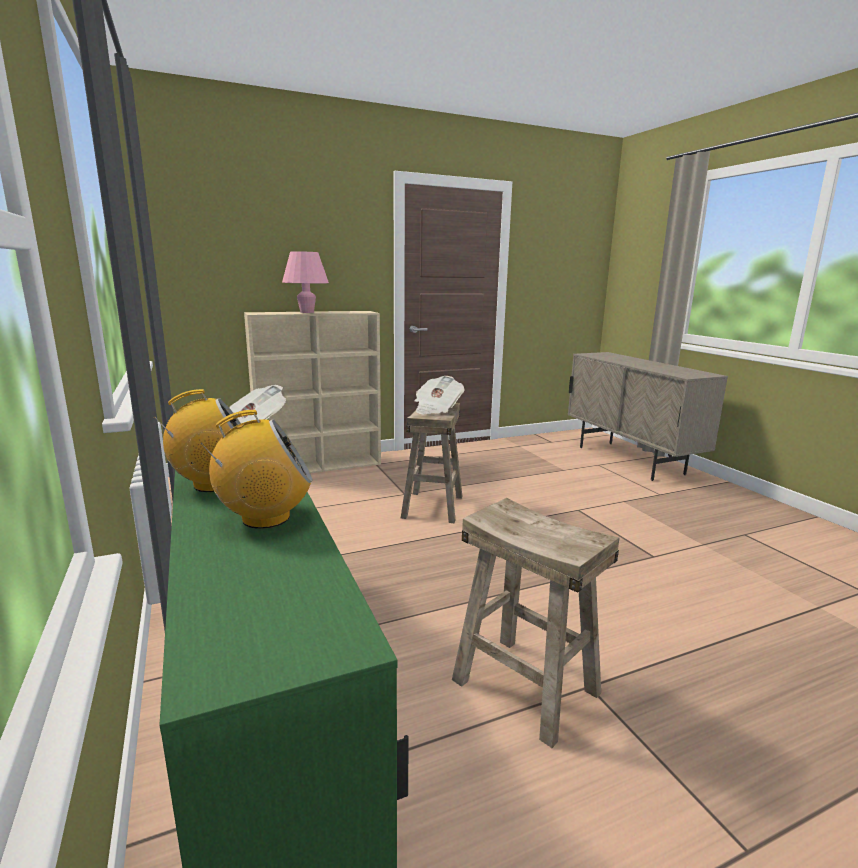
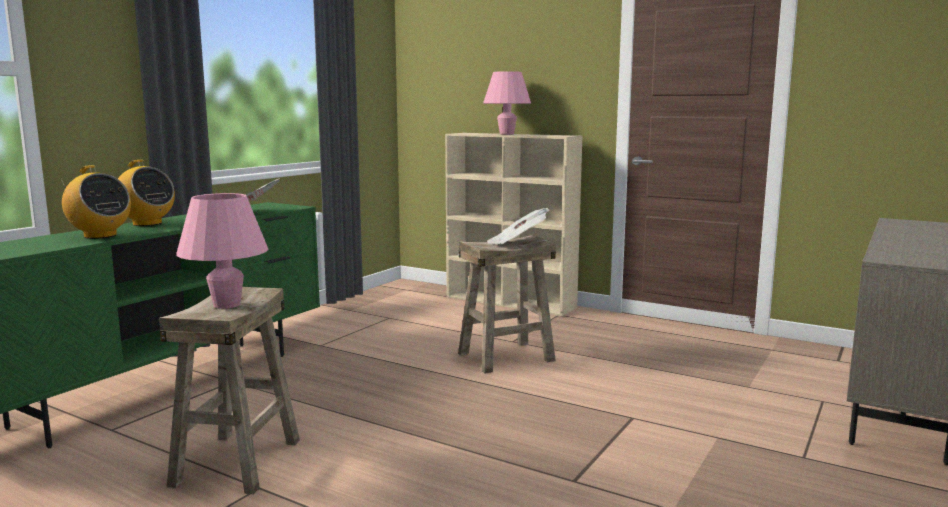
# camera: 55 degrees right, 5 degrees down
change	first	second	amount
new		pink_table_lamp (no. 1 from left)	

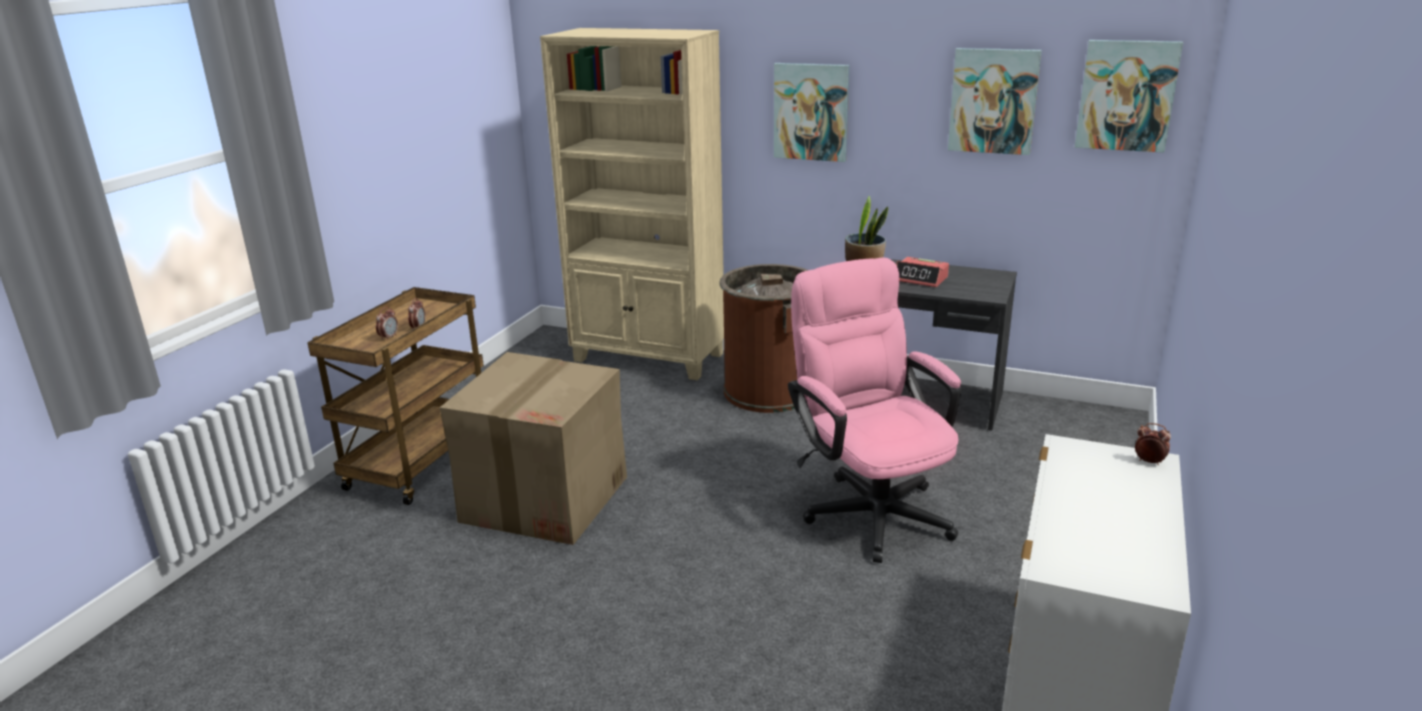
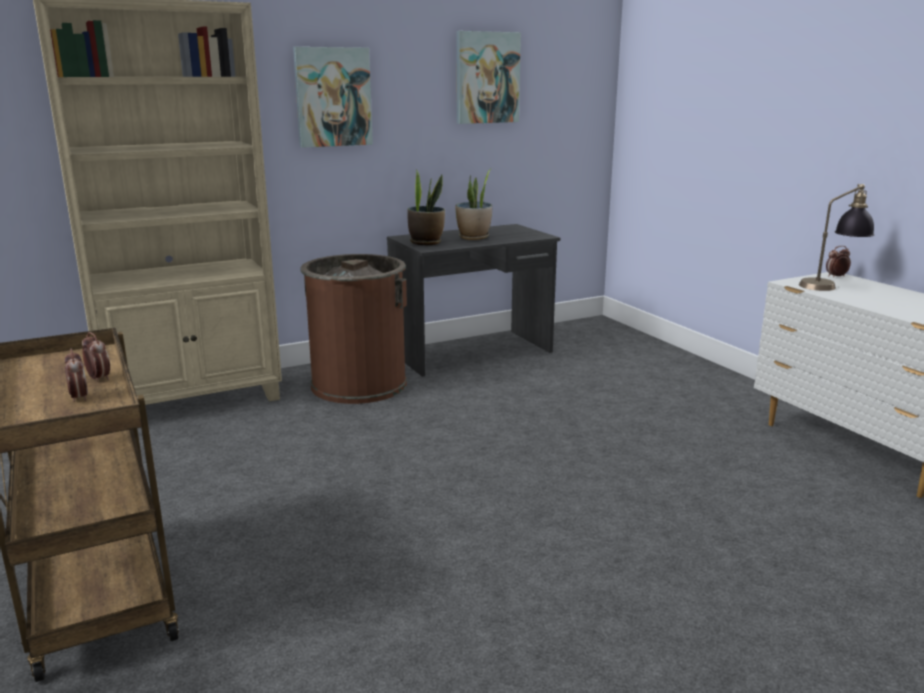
# camera: 50 degrees left, 5 degrees down
change	first	second	amount
gone	cardboard_box		
gone	pink_office_chair		
swapped	alarm_clock (no. 3 from left)	potted_plant (no. 2 from left)	
gone	picture (no. 3 from left)		
new		table_lamp	

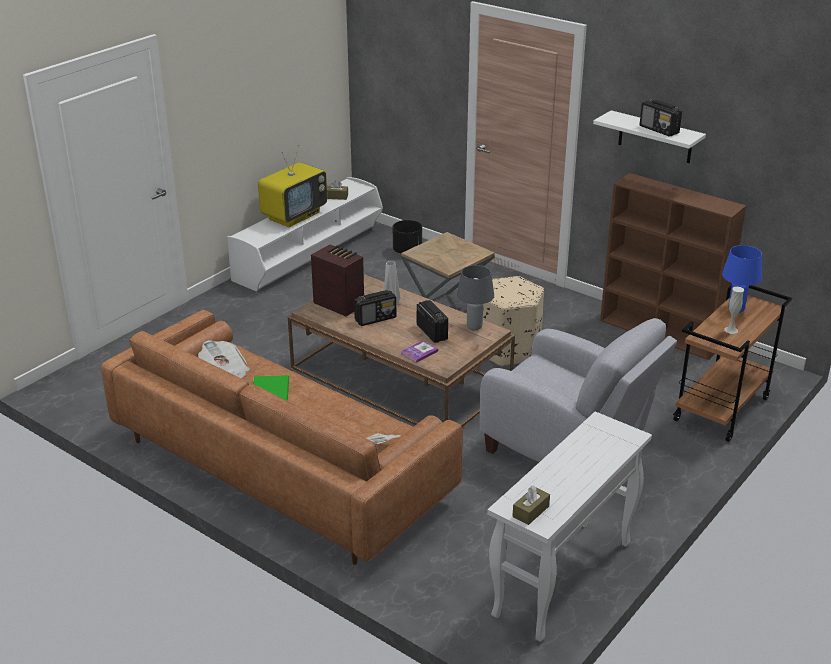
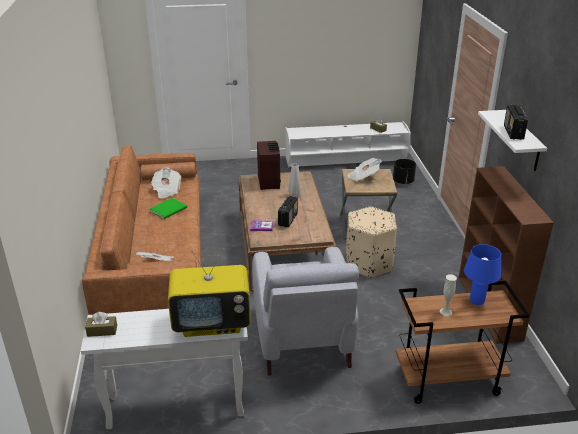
# camera: 45 degrees right, 0 degrees up
change	first	second	amount
shifted	television		
gone	radio (no. 2 from left)		
gone	grey_table_lamp		
new		newspaper (no. 3 from left)	

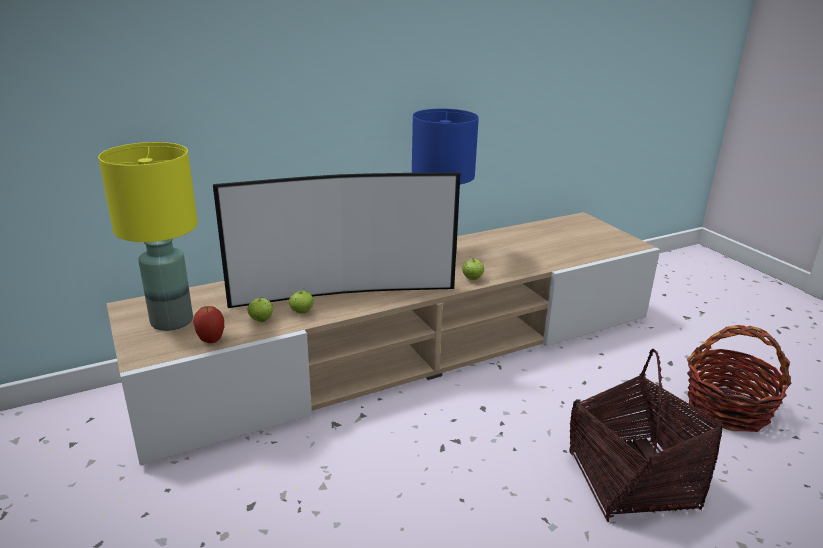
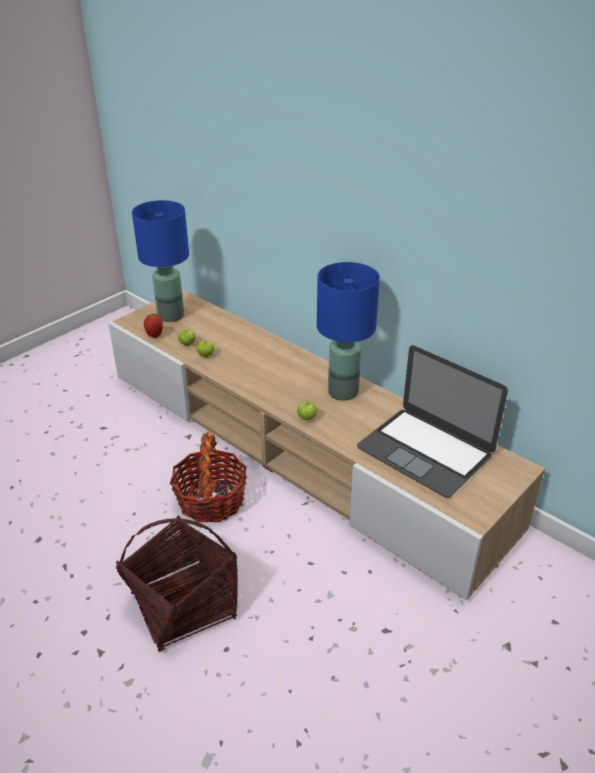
# camera: 70 degrees right, 10 degrees up
change	first	second	amount
repainted	yellow_table_lamp	blue_table_lamp (no. 1 from left)	
gone	television		
shifted	basket (no. 2 from left)		
new		laptop	

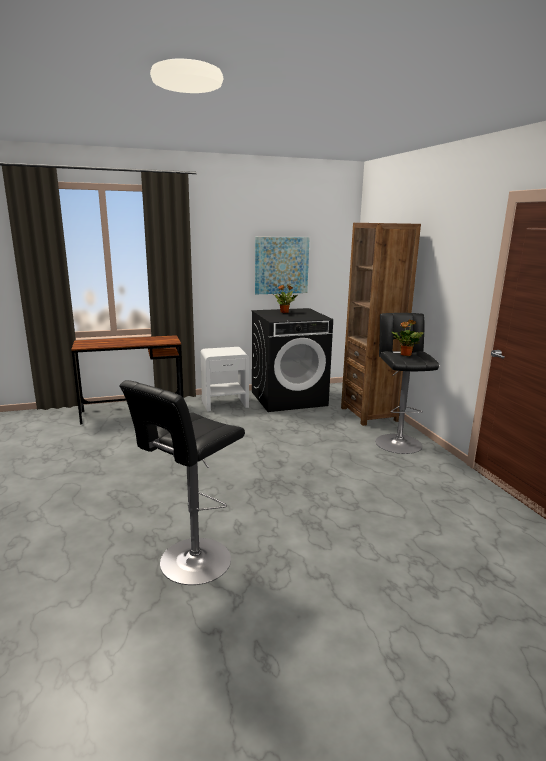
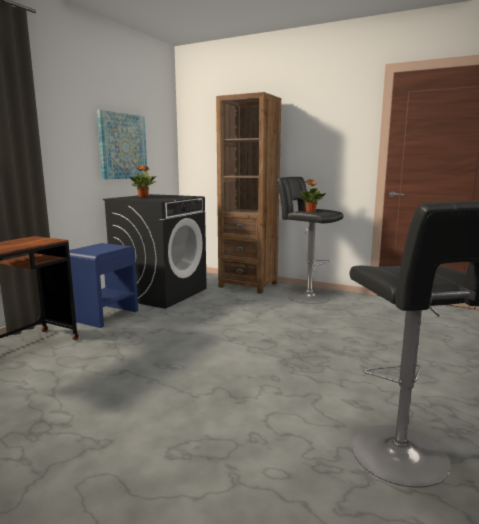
# camera: 45 degrees left, 5 degrees down
change	first	second	amount
repainted	white_nightstand	blue_nightstand	

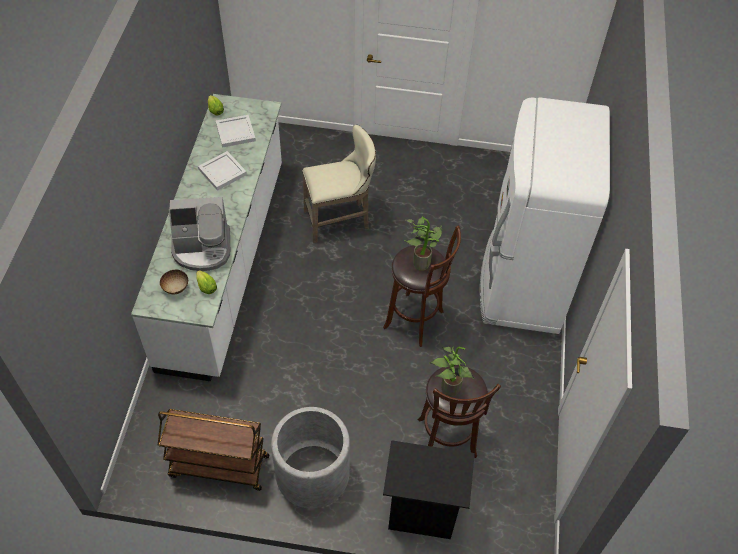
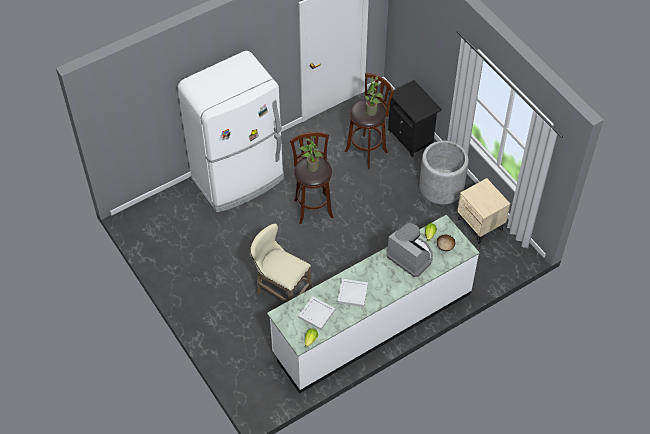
# camera: 130 degrees left, 0 degrees up
change	first	second	amount
swapped	brown_cart	beige_nightstand	

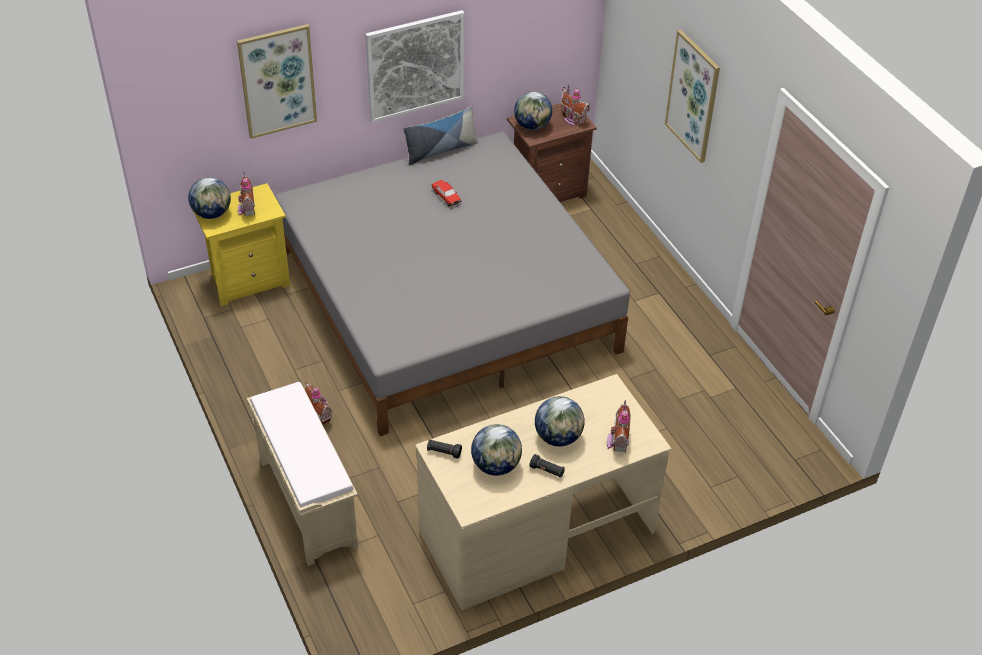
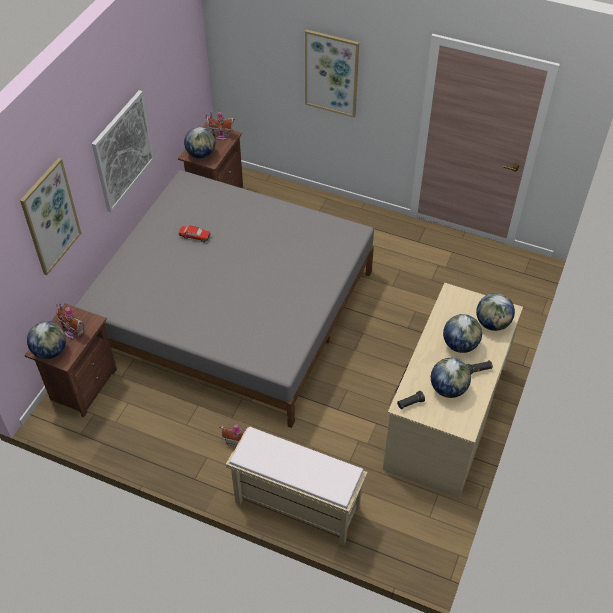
# camera: 40 degrees left, 5 degrees up
change	first	second	amount
repainted	yellow_nightstand	brown_nightstand (no. 1 from left)	
gone	pillow		
swapped	toy_house (no. 4 from left)	globe (no. 5 from left)	

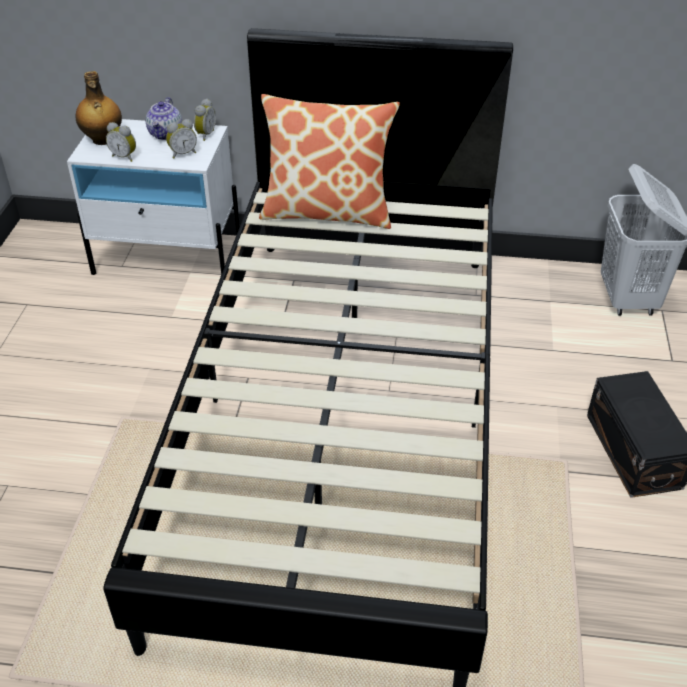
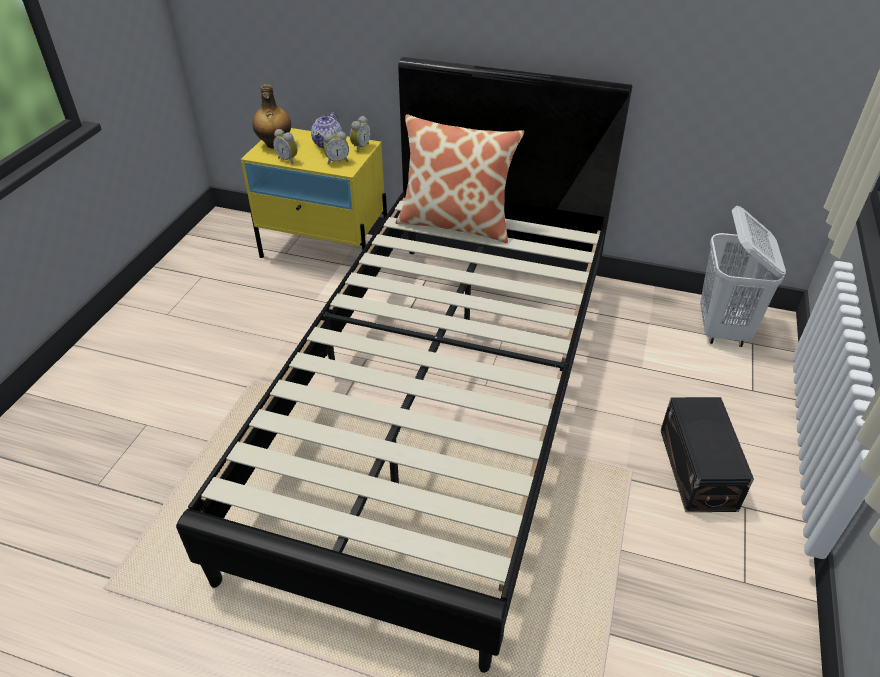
# camera: 10 degrees right, 0 degrees up
change	first	second	amount
repainted	white_nightstand	yellow_nightstand	

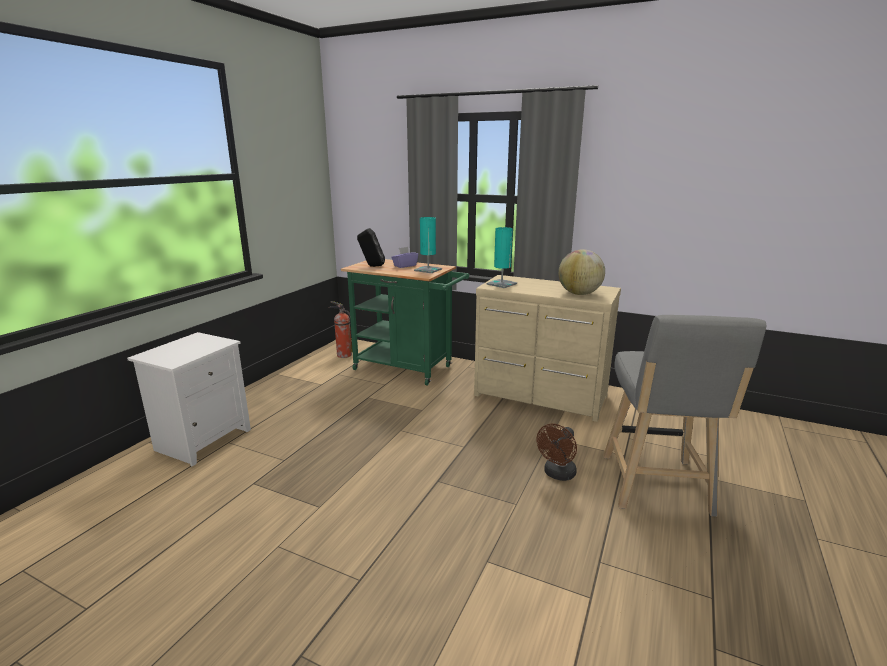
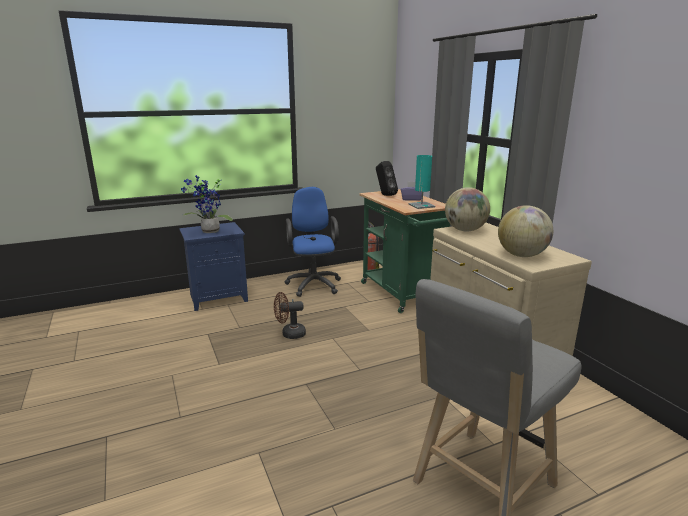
# camera: 40 degrees right, 0 degrees up
change	first	second	amount
repainted	white_nightstand	blue_nightstand	
swapped	turquoise_table_lamp (no. 2 from left)	globe (no. 1 from left)	
shifted	brown_fan		
new		potted_plant	
new		blue_office_chair	

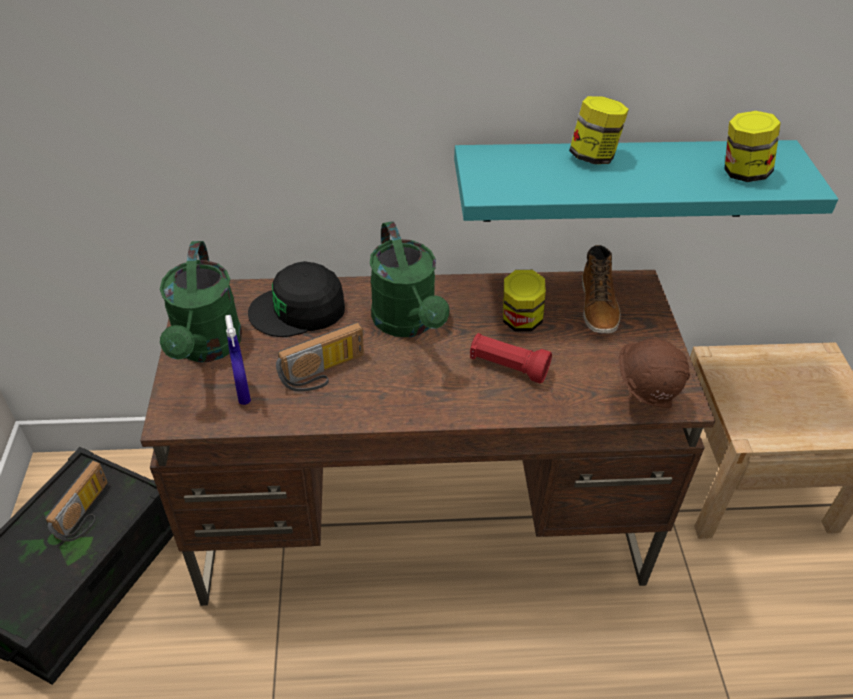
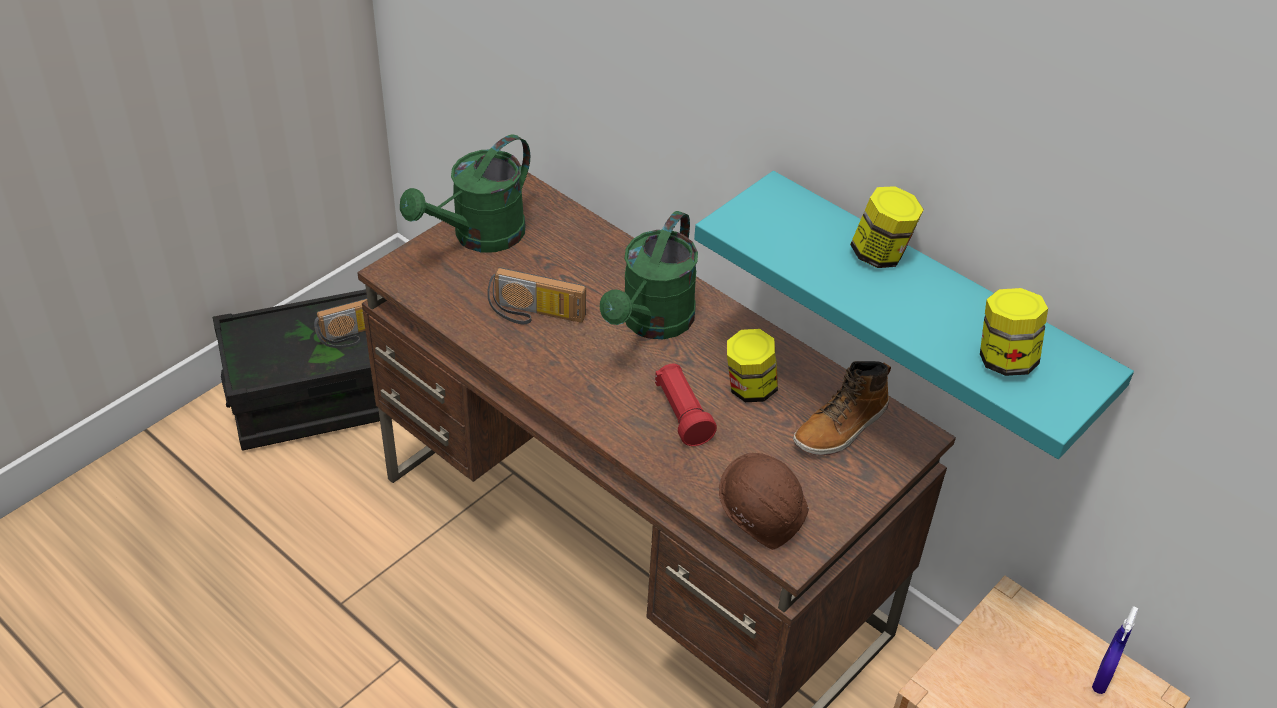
# camera: 45 degrees right, 0 degrees up
change	first	second	amount
shifted	blue_spray_bottle		
gone	black_cap		

